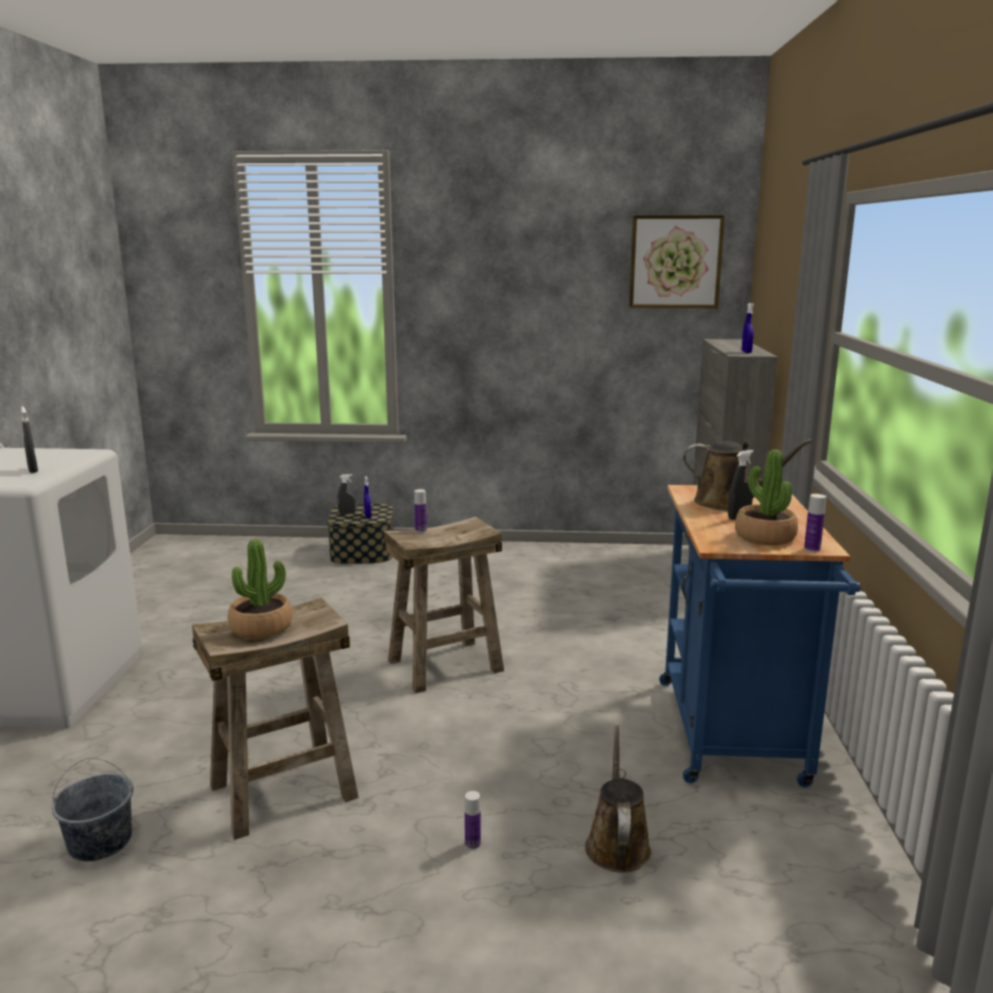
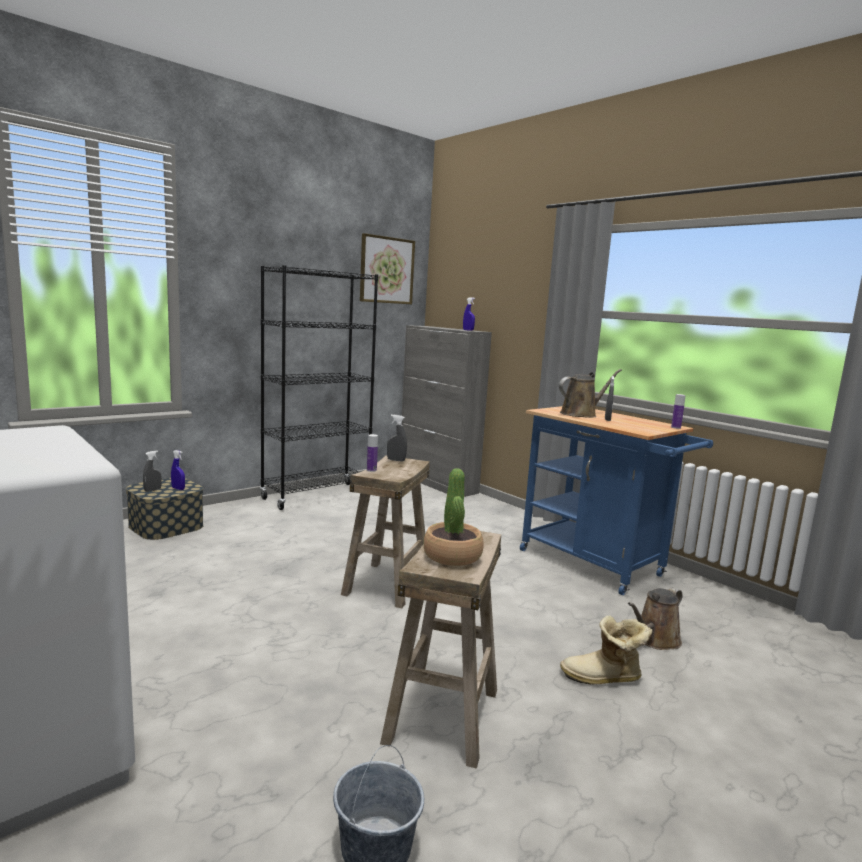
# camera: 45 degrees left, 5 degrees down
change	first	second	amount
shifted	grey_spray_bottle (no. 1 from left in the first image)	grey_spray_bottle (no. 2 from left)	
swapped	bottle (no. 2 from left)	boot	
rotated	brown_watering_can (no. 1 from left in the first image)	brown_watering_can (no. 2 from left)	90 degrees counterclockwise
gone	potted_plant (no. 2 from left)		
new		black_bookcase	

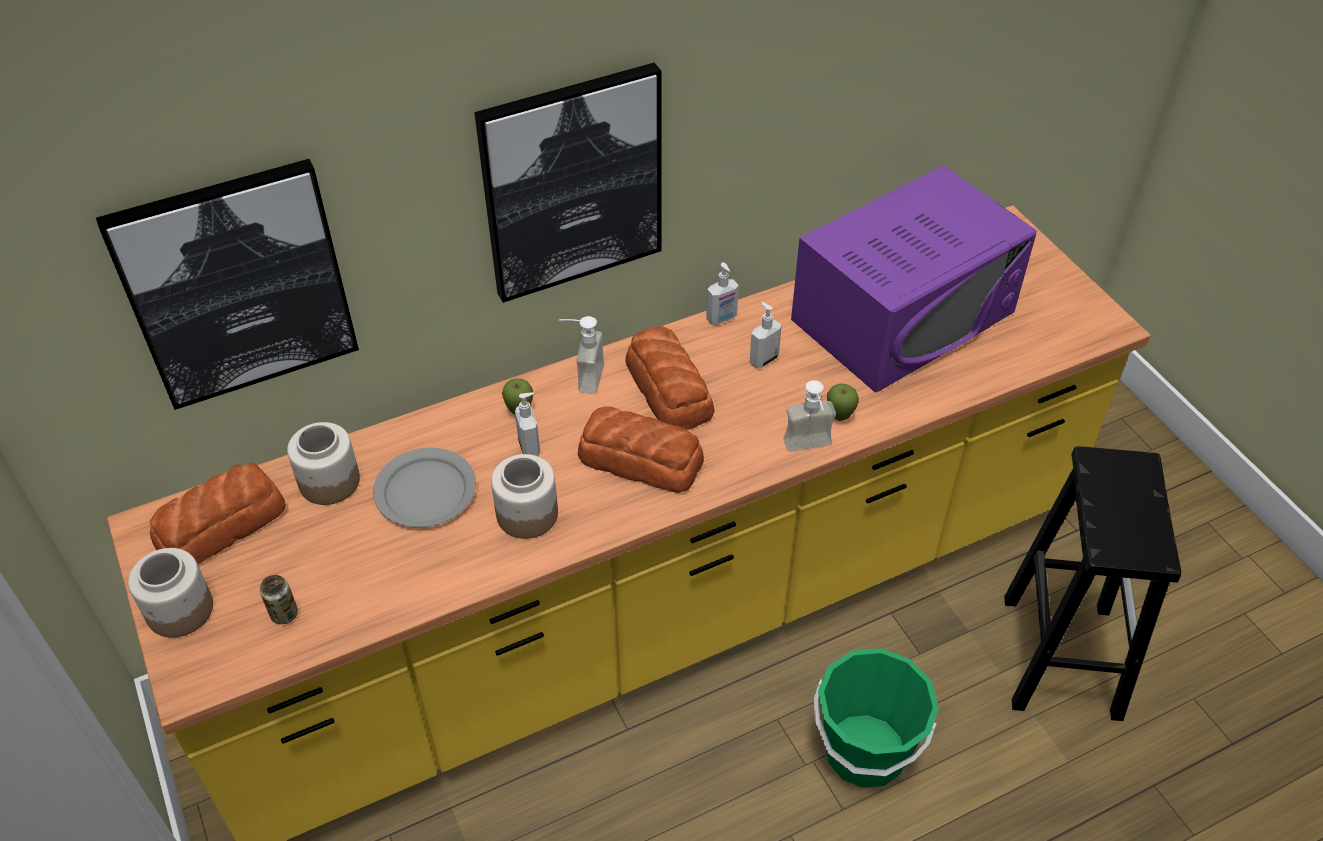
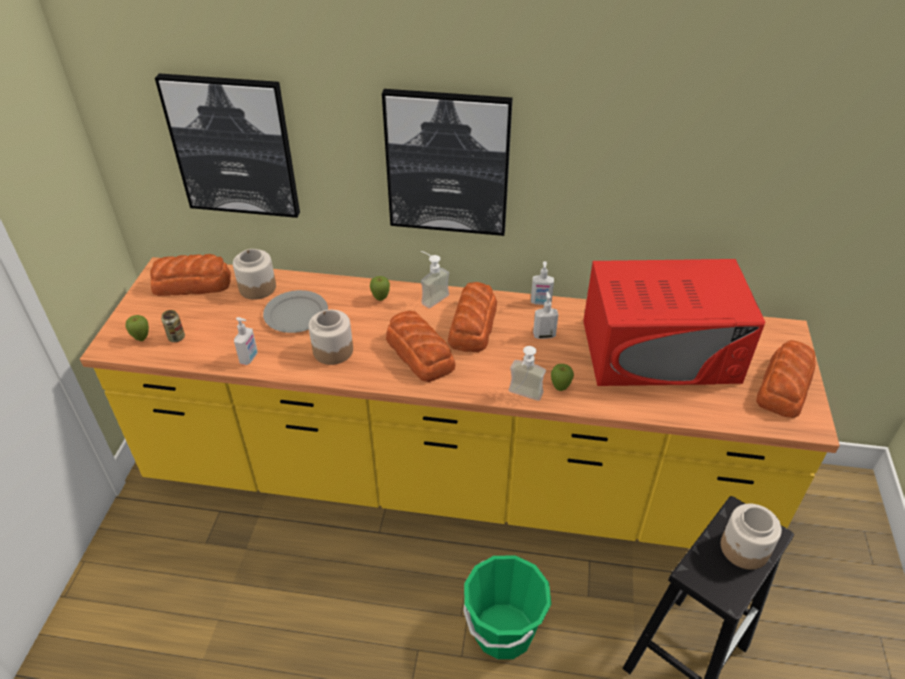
# camera: 35 degrees right, 5 degrees down
change	first	second	amount
shifted	jar (no. 1 from left in the first image)	jar (no. 3 from left)	
shifted	soap_dispenser (no. 1 from left)		
repainted	purple_microwave	red_microwave	
new		apple (no. 1 from left)	
new		bread (no. 4 from left)	

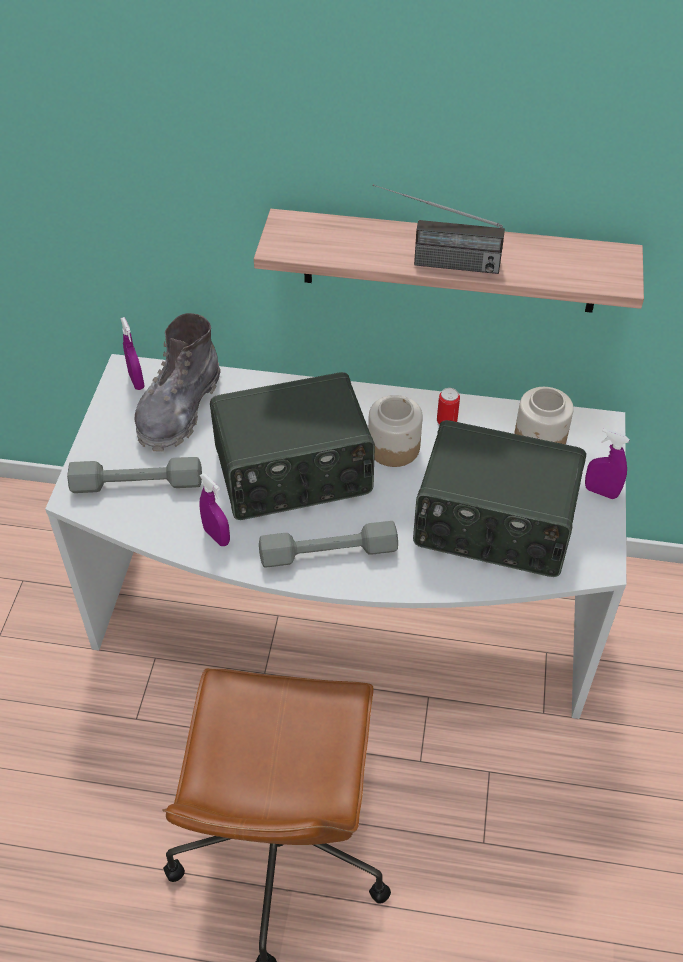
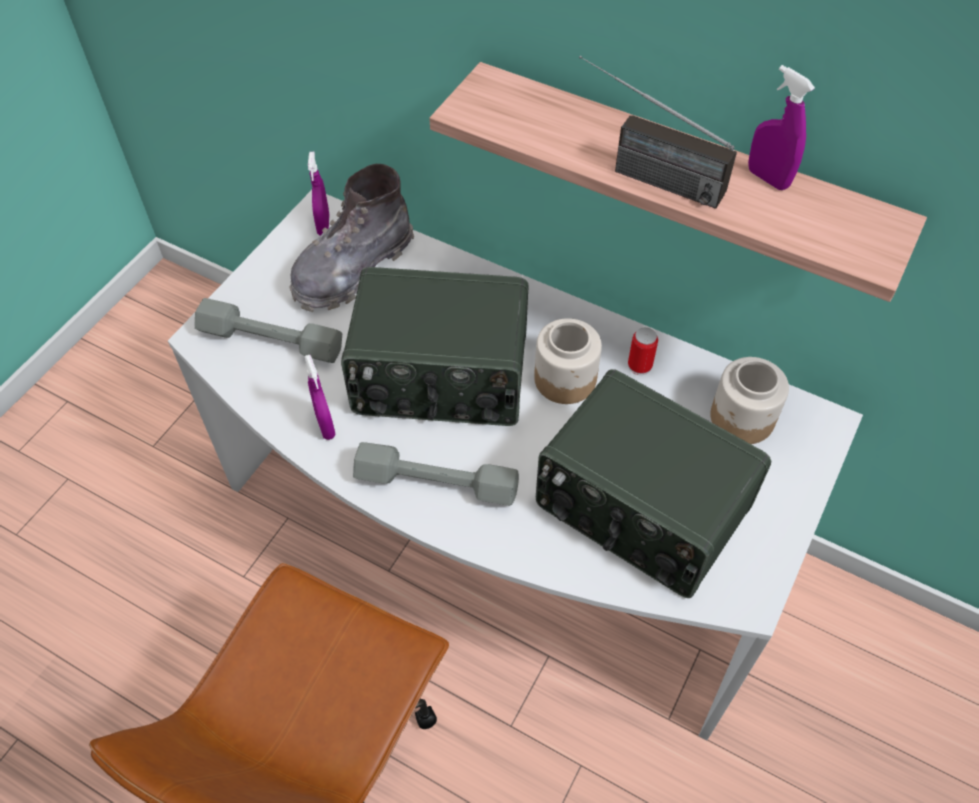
# camera: 20 degrees right, 5 degrees up
change	first	second	amount
shifted	purple_spray_bottle (no. 3 from left)		

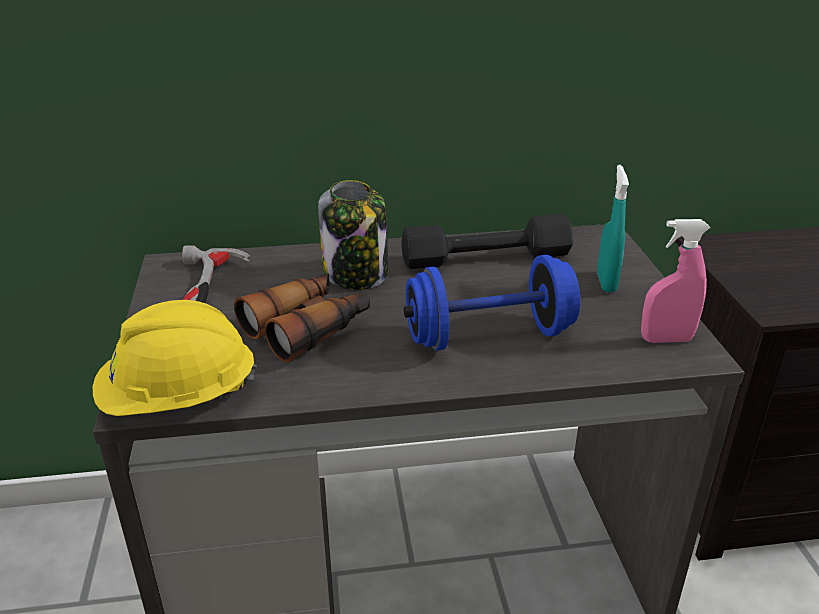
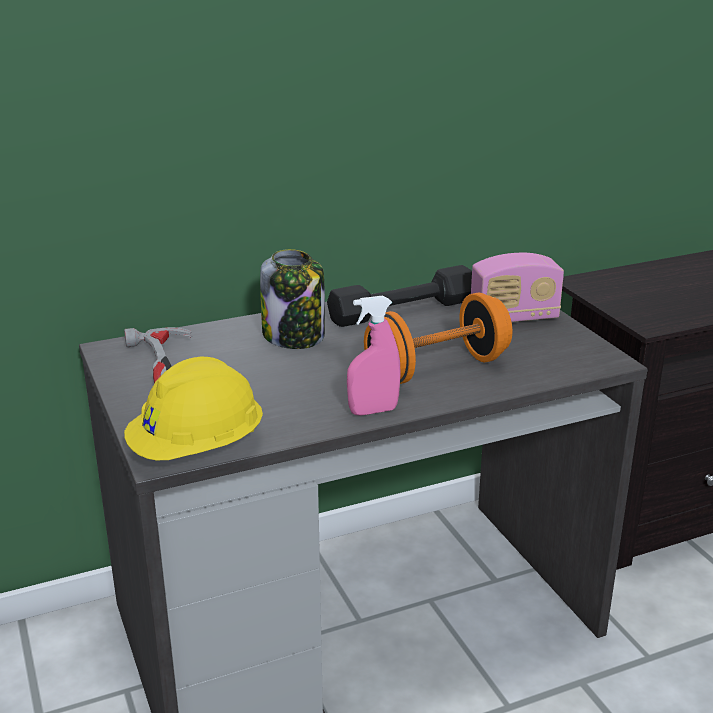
# camera: 15 degrees left, 5 degrees down
change	first	second	amount
gone	binoculars		
repainted	blue_dumbbell	orange_dumbbell	
swapped	turquoise_spray_bottle	radio	
shifted	pink_spray_bottle		

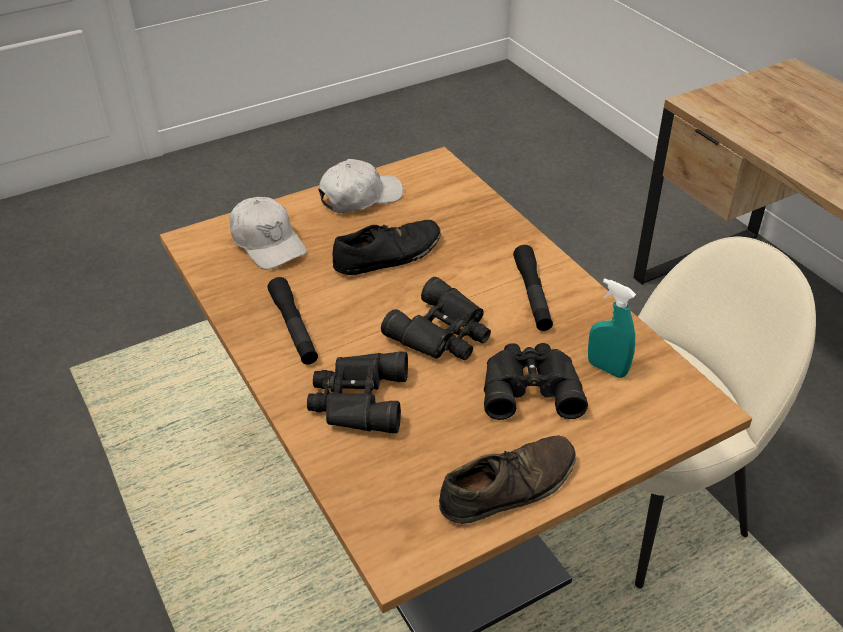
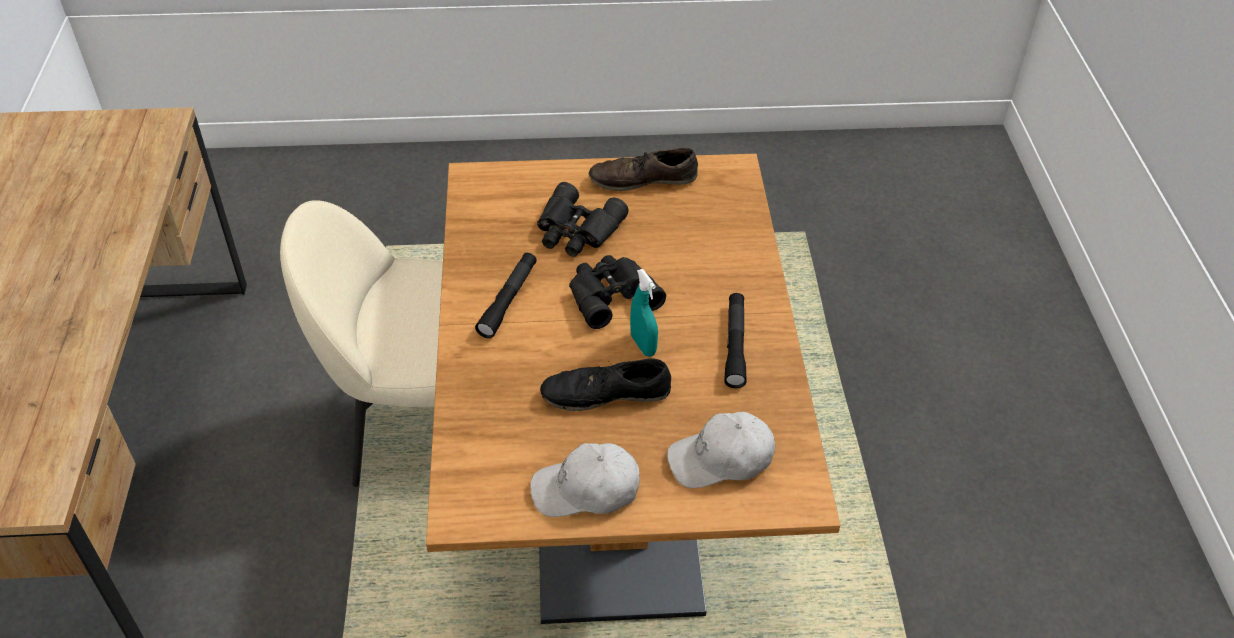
# camera: 155 degrees left, 5 degrees up
change	first	second	amount
rotated	white_cap (no. 1 from left in the first image)	white_cap (no. 2 from left)	90 degrees counterclockwise
gone	black_binoculars (no. 1 from left)		
shifted	turquoise_spray_bottle		

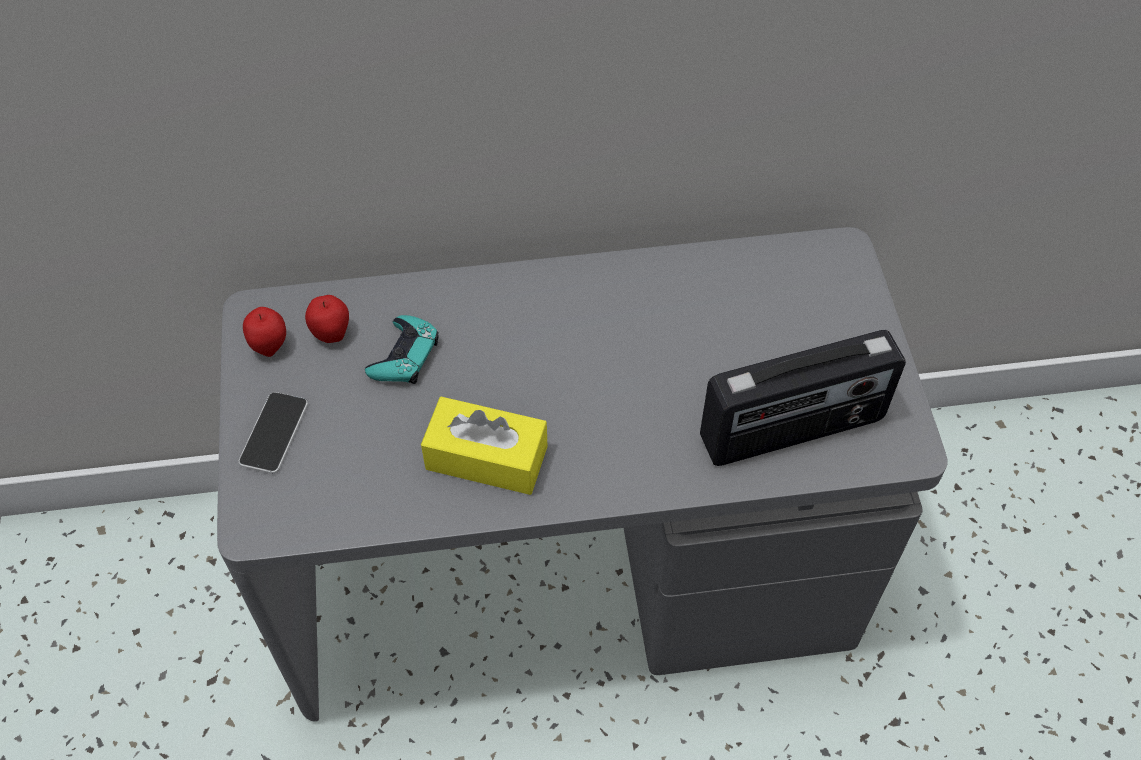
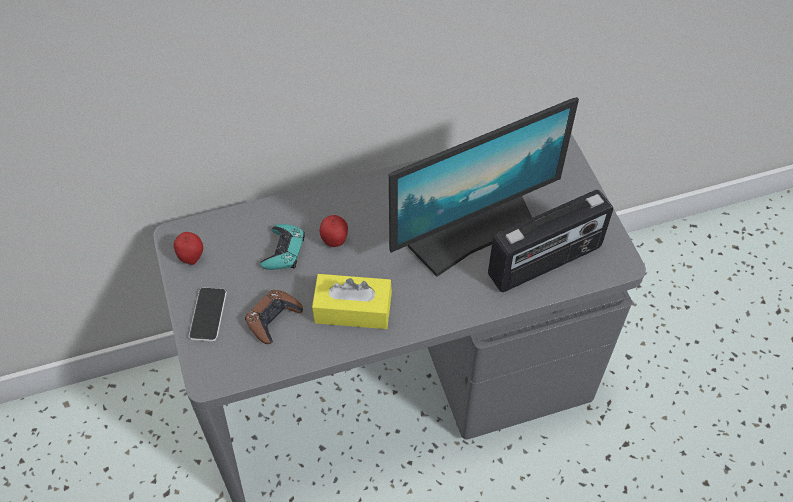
# camera: 10 degrees left, 0 degrees up
change	first	second	amount
shifted	apple (no. 2 from left)		
new		brown_game_controller	
new		monitor	

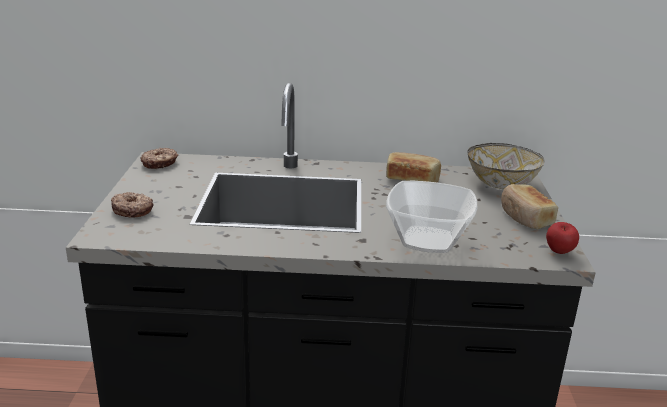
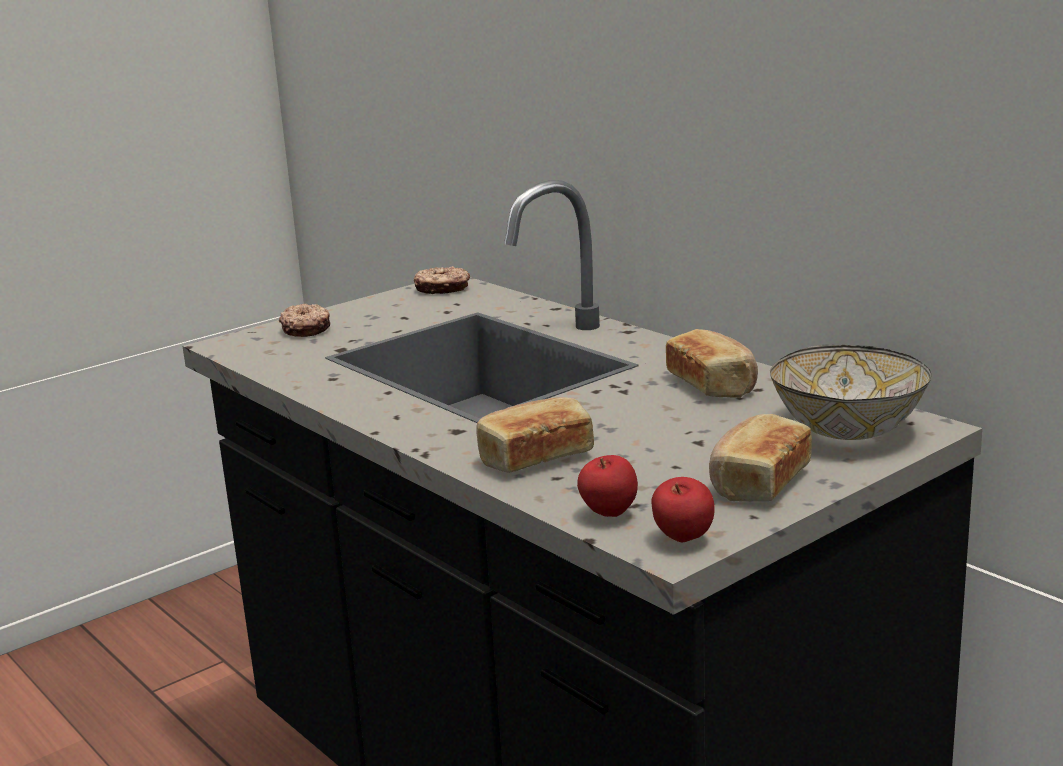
# camera: 50 degrees right, 5 degrees down
change	first	second	amount
swapped	bowl (no. 1 from left)	bread (no. 1 from left)	
new		apple (no. 1 from left)	

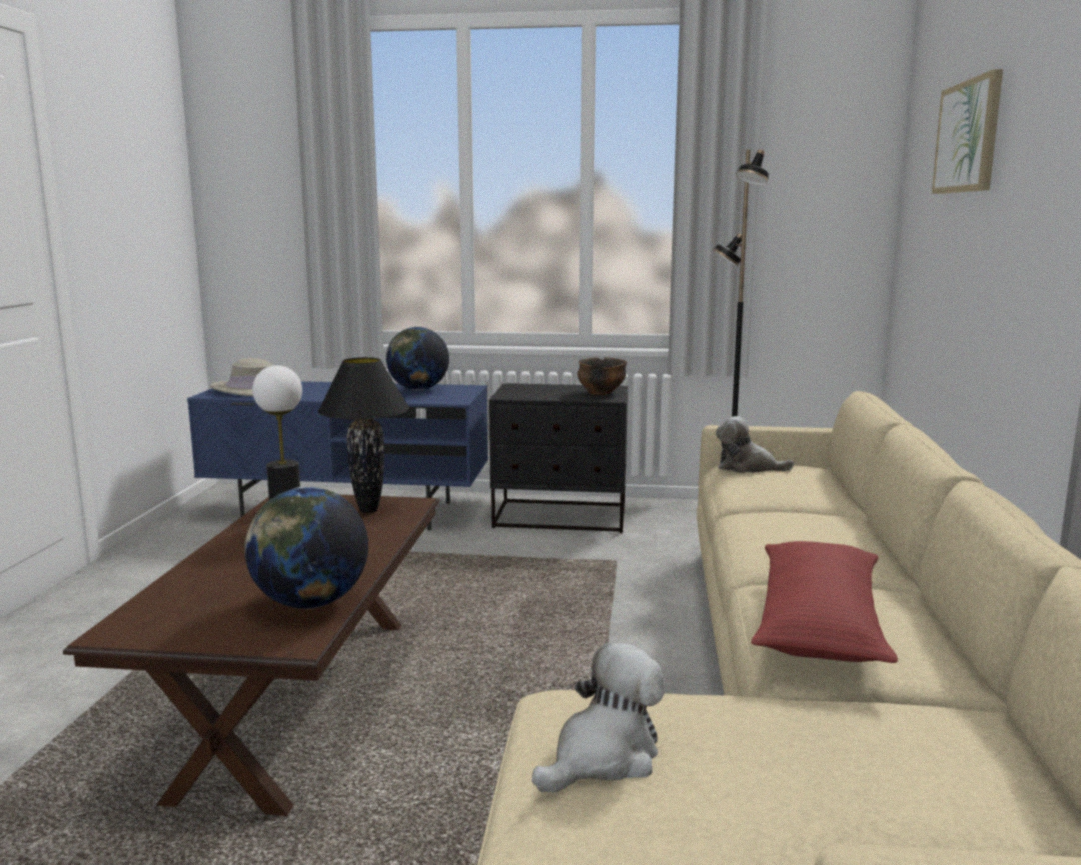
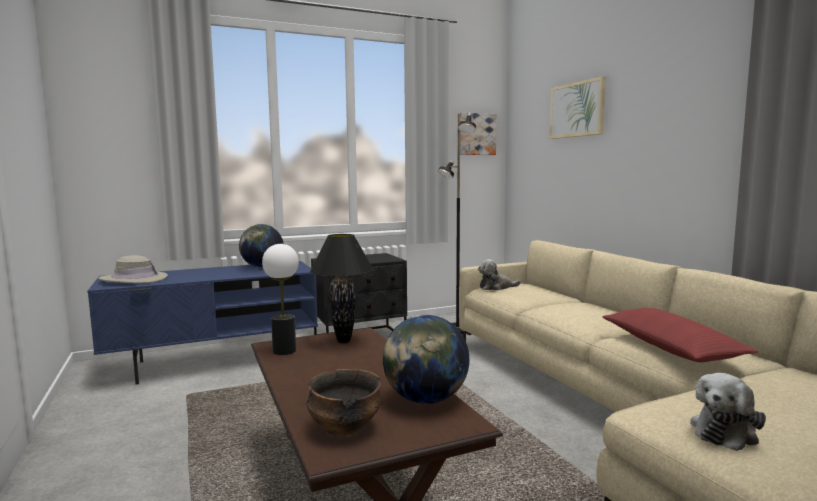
# camera: 30 degrees left, 5 degrees down
change	first	second	amount
rotated	plush_toy (no. 1 from left in the first image)	plush_toy (no. 2 from left)	150 degrees counterclockwise
shifted	bowl		
new		picture (no. 1 from left)	

